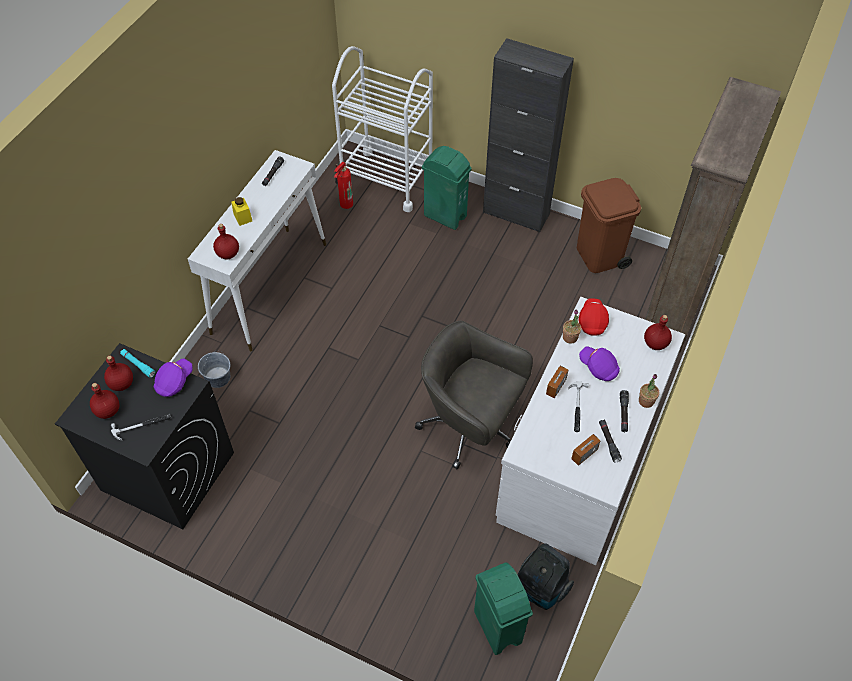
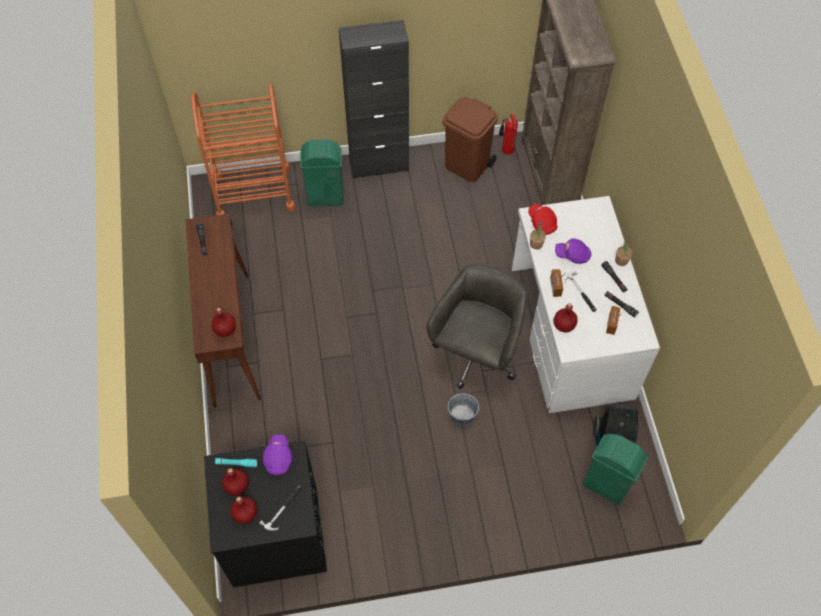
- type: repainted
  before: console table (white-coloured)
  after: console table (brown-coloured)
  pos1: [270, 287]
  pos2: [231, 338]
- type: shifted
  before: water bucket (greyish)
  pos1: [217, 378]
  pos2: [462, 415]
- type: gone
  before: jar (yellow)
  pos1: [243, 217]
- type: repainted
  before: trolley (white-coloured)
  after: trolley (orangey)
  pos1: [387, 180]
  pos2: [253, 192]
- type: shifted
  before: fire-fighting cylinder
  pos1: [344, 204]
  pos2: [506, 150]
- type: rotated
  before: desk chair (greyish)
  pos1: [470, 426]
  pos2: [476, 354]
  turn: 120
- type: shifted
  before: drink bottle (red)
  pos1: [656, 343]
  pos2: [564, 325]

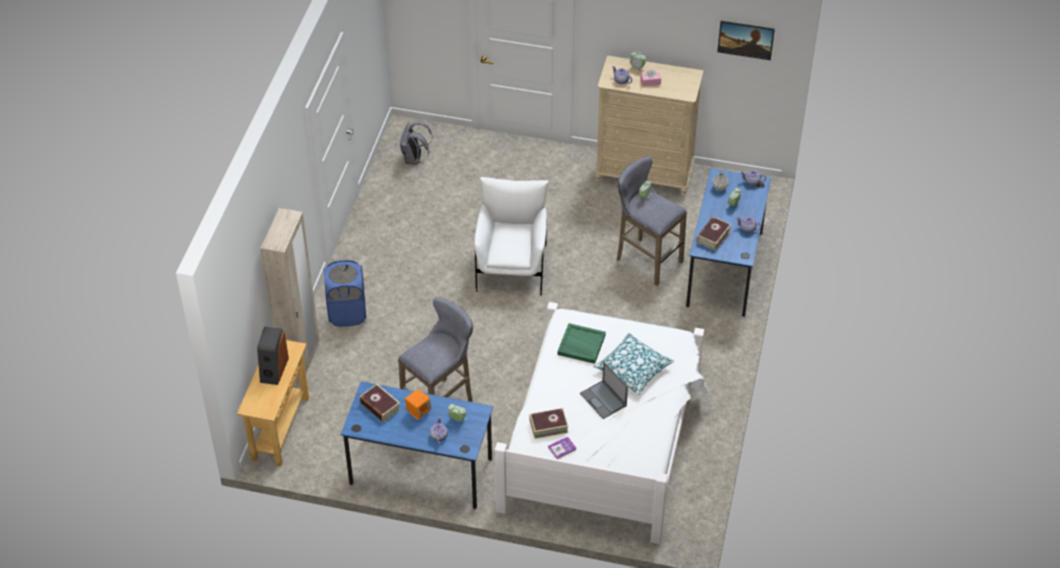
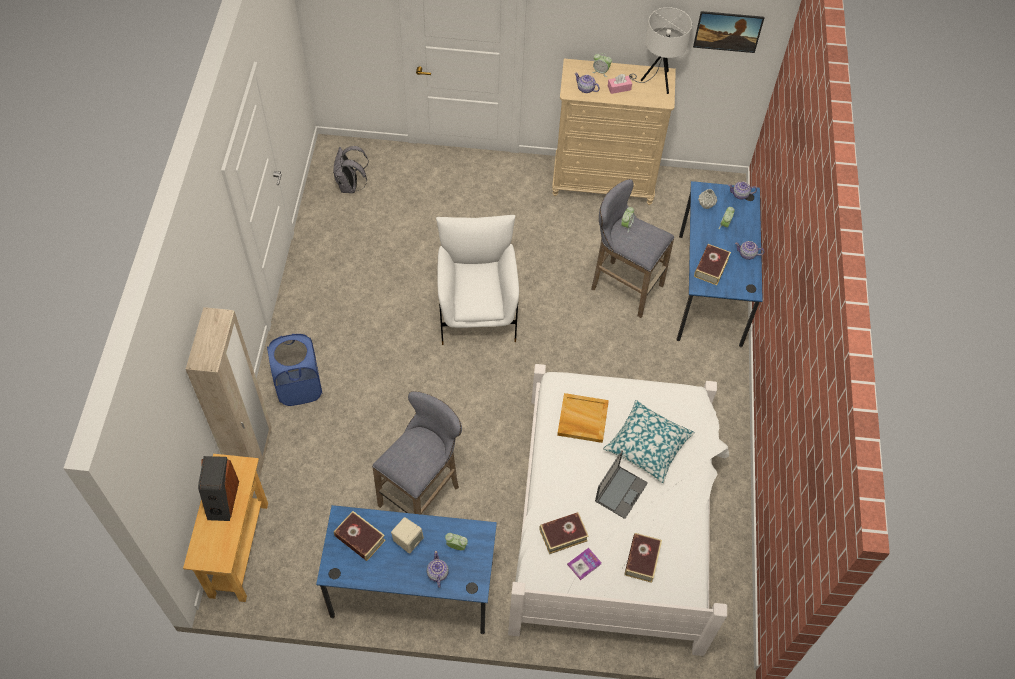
- type: repainted
  before: loudspeaker (orangey)
  after: loudspeaker (beige)
  pos1: [418, 411]
  pos2: [408, 541]
- type: repainted
  before: carrying tray (greenish)
  after: carrying tray (beige)
  pos1: [581, 345]
  pos2: [582, 419]
- type: rotated
  before: notebook computer
  pos1: [603, 400]
  pos2: [621, 491]
  turn: -105
- type: new
  after: volume
  pos2: [642, 560]
- type: new
  after: tabletop lamp (white-coloured)
  pos2: [656, 82]

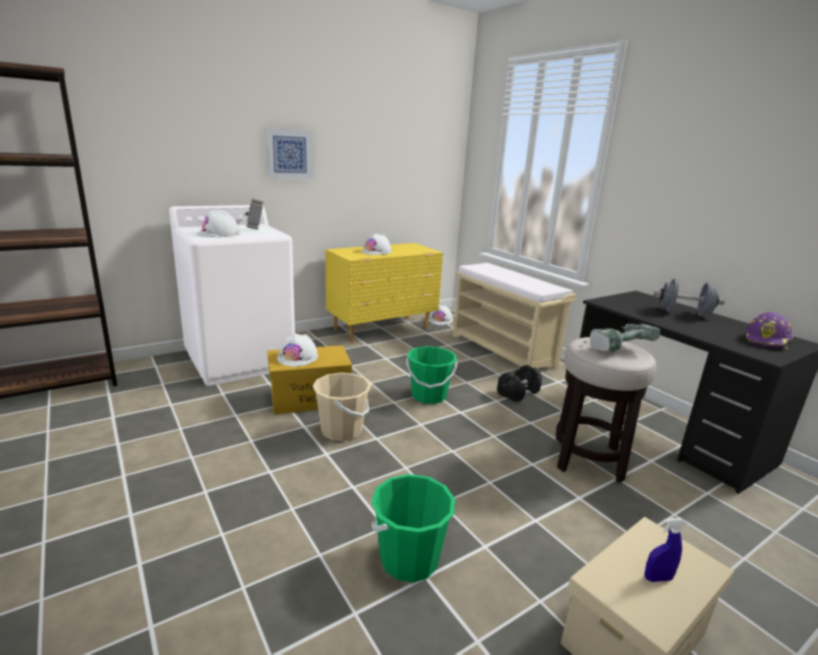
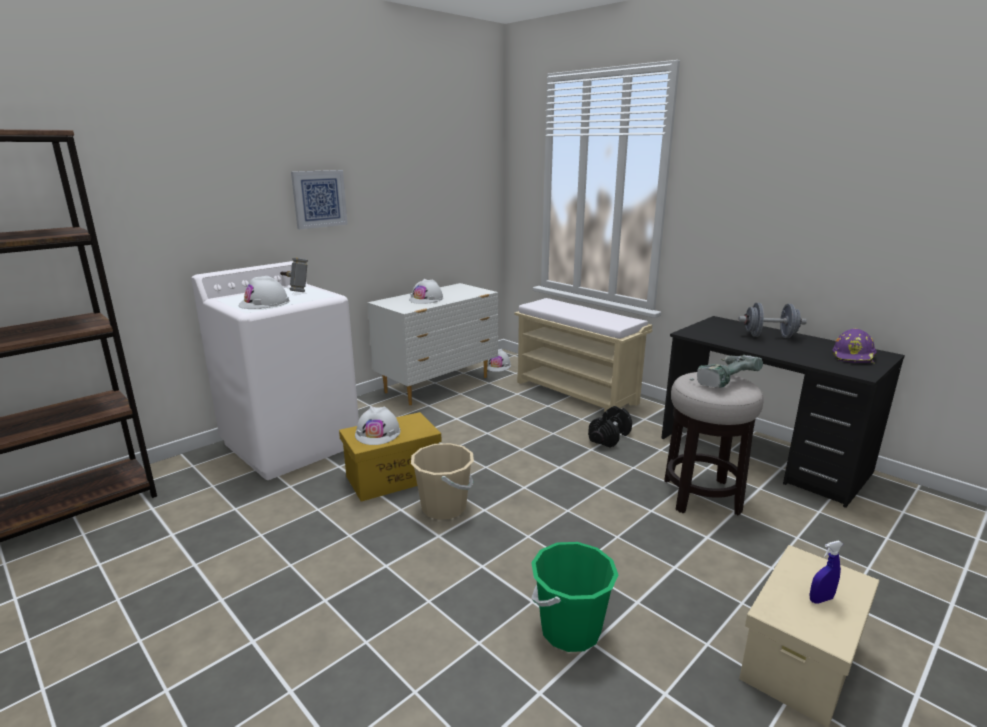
- type: repainted
  before: dresser (yellow)
  after: dresser (white-coloured)
  pos1: [383, 329]
  pos2: [439, 385]
- type: gone
  before: water bucket (greenish)
  pos1: [429, 396]

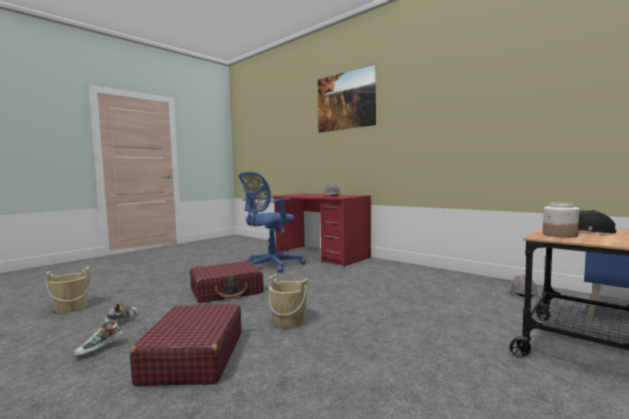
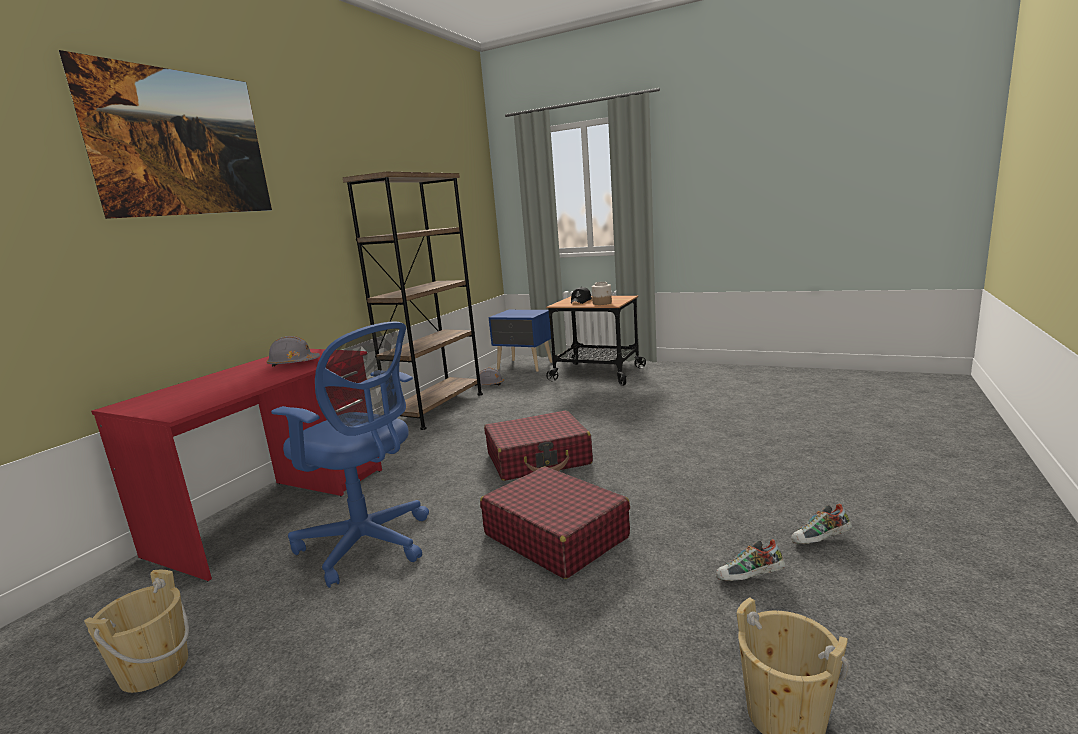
- type: rotated
  before: item of footwear
  pos1: [100, 350]
  pos2: [820, 541]
  turn: 150
- type: shifted
  before: travel case (red)
  pos1: [193, 357]
  pos2: [539, 459]
- type: shifted
  before: water bucket (beige)
  pos1: [289, 321]
  pos2: [154, 668]
- type: new
  after: bookshelf (brown-coloured)
  pos2: [437, 408]

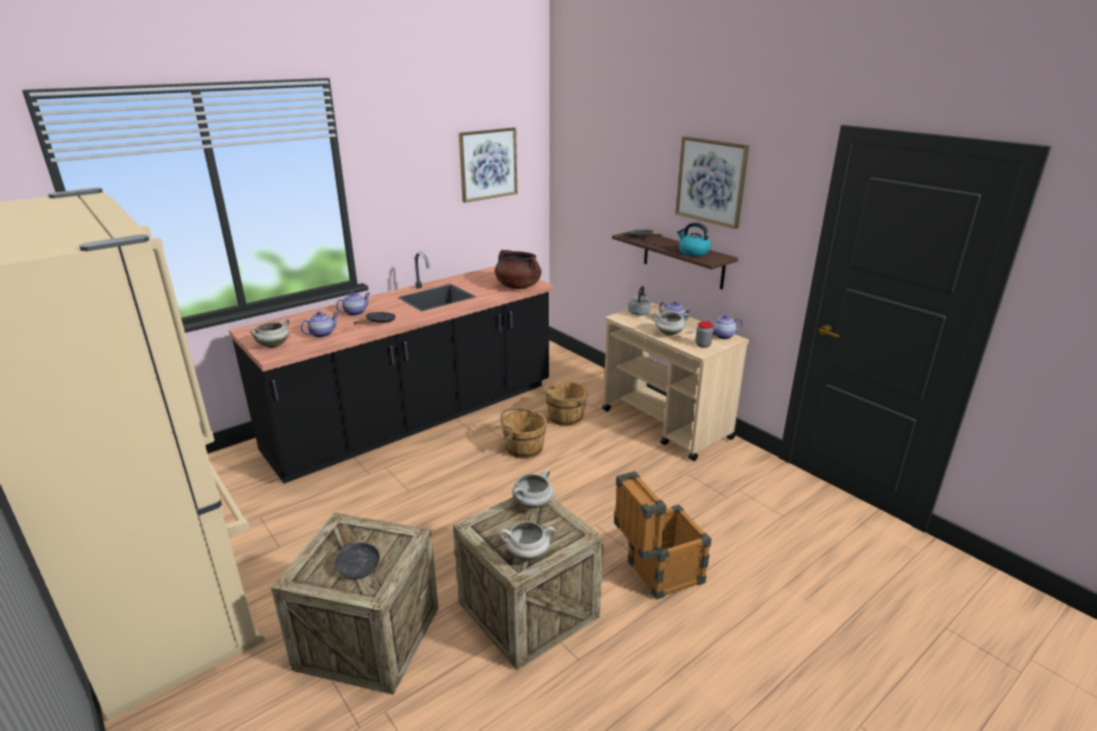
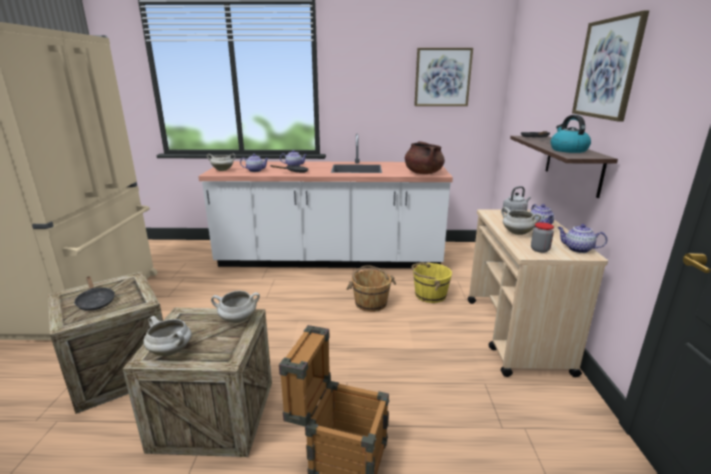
- type: repainted
  before: counter (blackish)
  after: counter (white-coloured)
  pos1: [415, 418]
  pos2: [330, 259]
- type: rotated
  before: pan (blackish)
  pos1: [356, 563]
  pos2: [95, 302]
  turn: -45
- type: repainted
  before: water bucket (brown-coloured)
  after: water bucket (yellow)
  pos1: [565, 417]
  pos2: [429, 295]

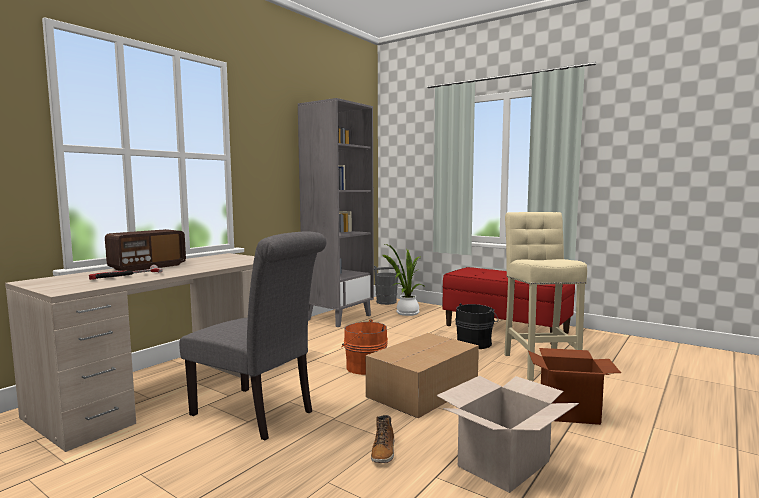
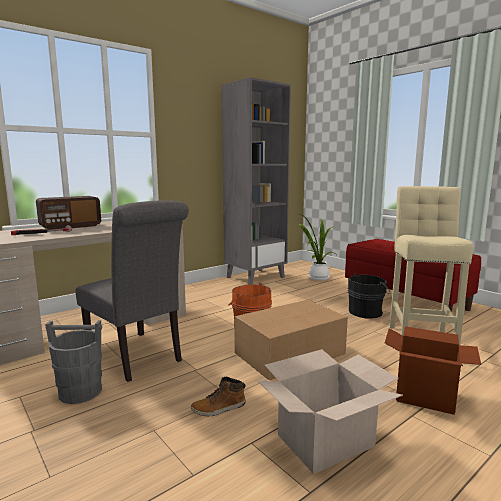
- type: rotated
  before: boot
  pos1: [383, 451]
  pos2: [219, 408]
  turn: 45
- type: shifted
  before: water bucket (greyish)
  pos1: [386, 302]
  pos2: [81, 392]

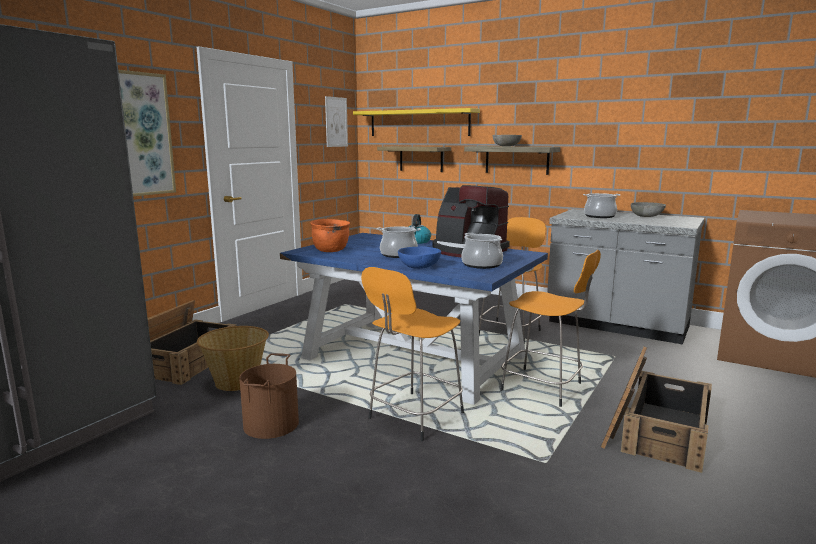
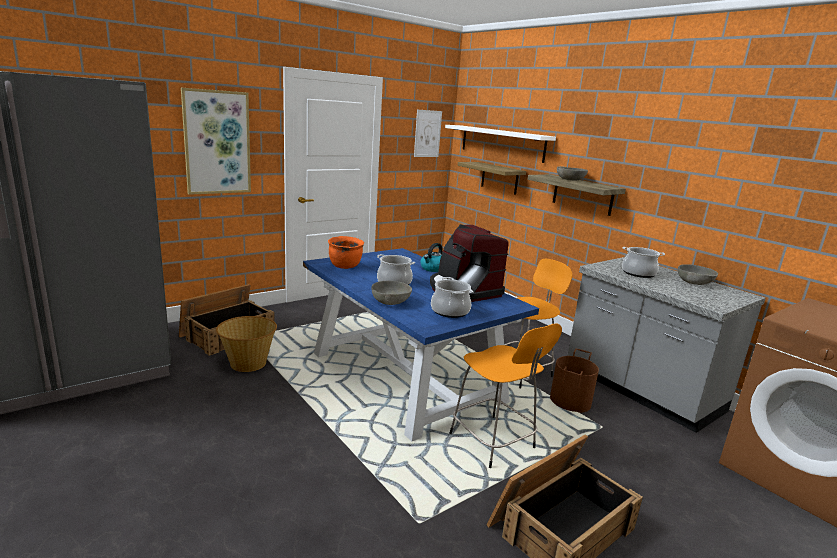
- type: shifted
  before: water bucket (brown-coloured)
  pos1: [272, 424]
  pos2: [571, 401]
- type: repainted
  before: shelf (yellow)
  after: shelf (white-coloured)
  pos1: [418, 123]
  pos2: [501, 143]
- type: gone
  before: stool seat (orangey)
  pos1: [414, 417]
- type: repainted
  before: bowl (bluish)
  after: bowl (greyish)
  pos1: [419, 266]
  pos2: [391, 301]

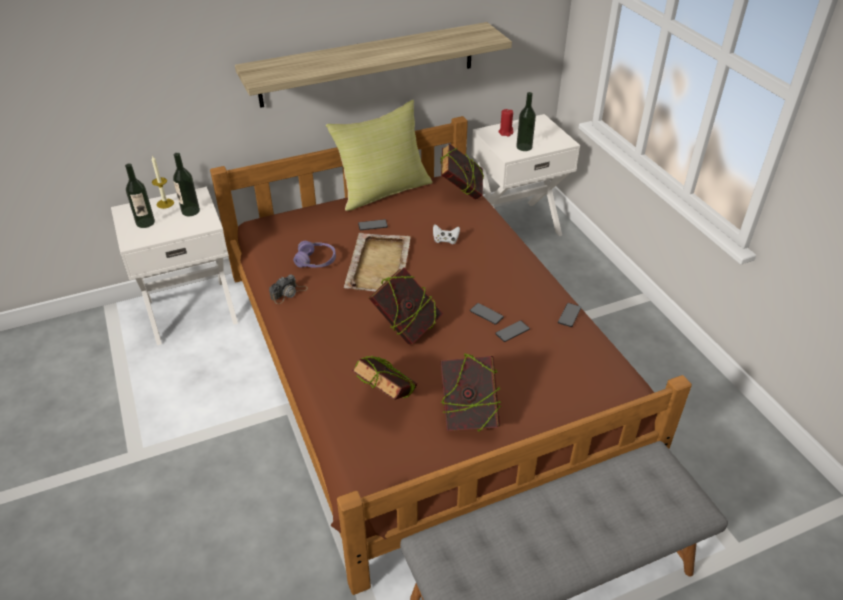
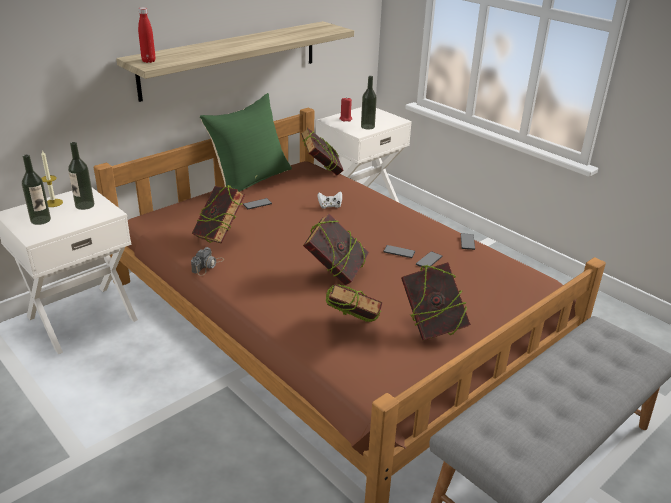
- type: swapped
  before: headphones (purple)
  after: volume
  pos1: [316, 261]
  pos2: [219, 237]
- type: repainted
  before: pillow (yellow)
  after: pillow (greenish)
  pos1: [383, 191]
  pos2: [250, 179]
- type: gone
  before: carrying tray (beige)
  pos1: [379, 265]
- type: new
  after: drink bottle (red)
  pos2: [148, 61]

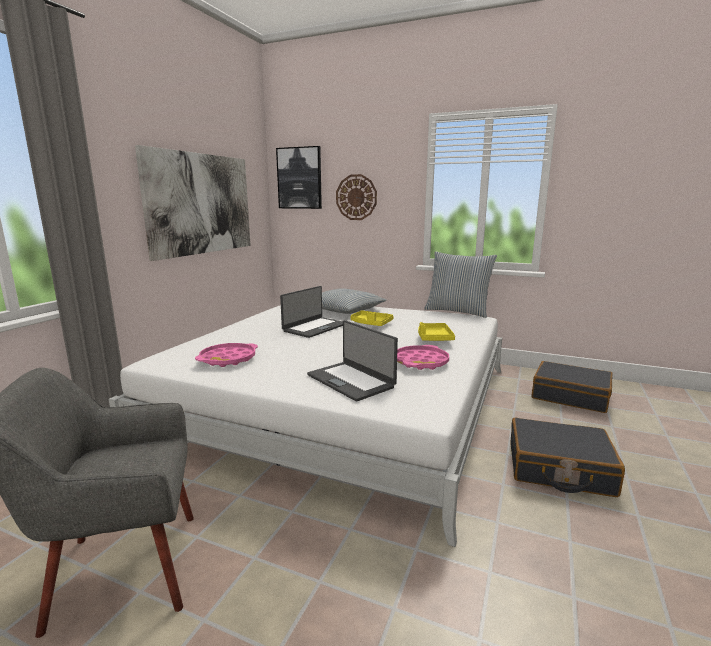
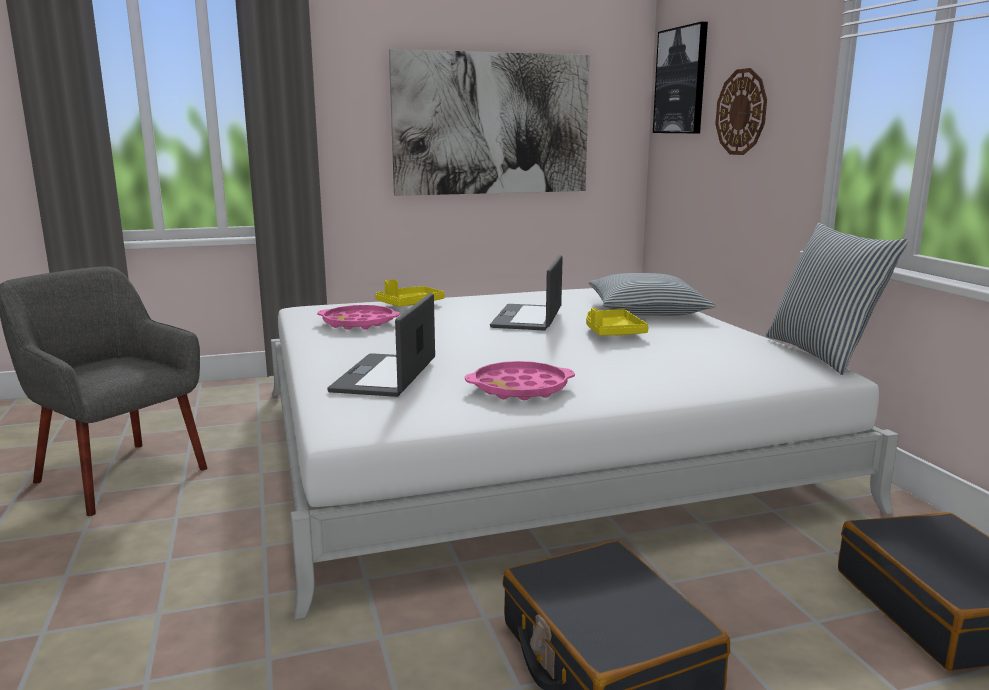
- type: rotated
  before: notebook computer
  pos1: [314, 327]
  pos2: [528, 318]
  turn: 105
- type: shifted
  before: carrying tray (yellow)
  pos1: [434, 338]
  pos2: [409, 304]

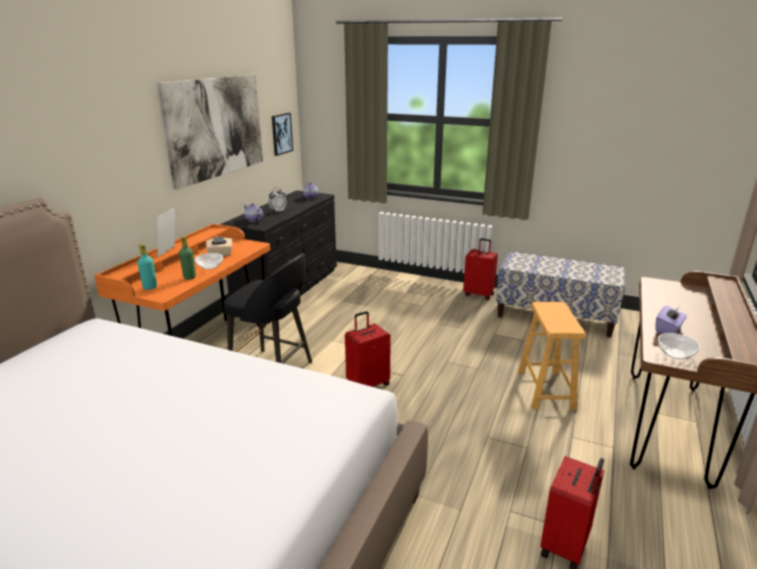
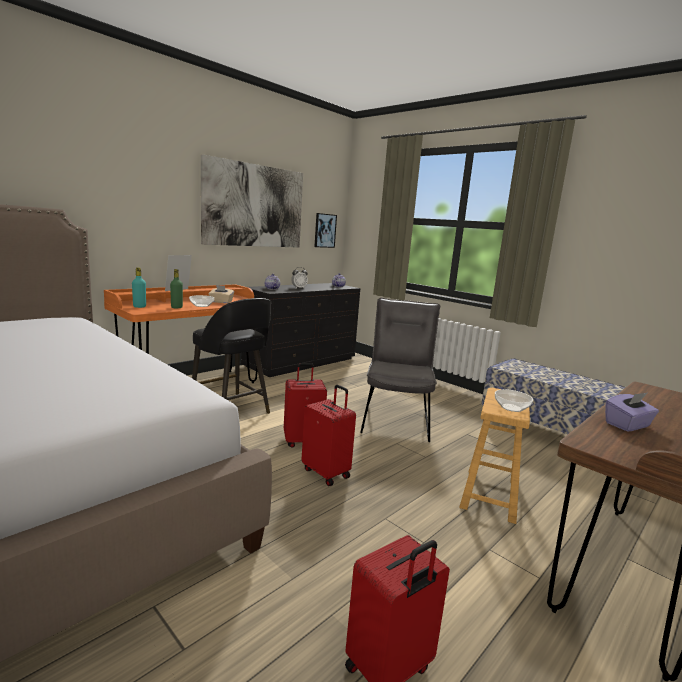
- type: shifted
  before: travel case (red)
  pos1: [479, 294]
  pos2: [327, 473]
- type: shifted
  before: bowl
  pos1: [675, 354]
  pos2: [511, 408]
- type: new
  after: chair (greyish)
  pos2: [396, 420]

